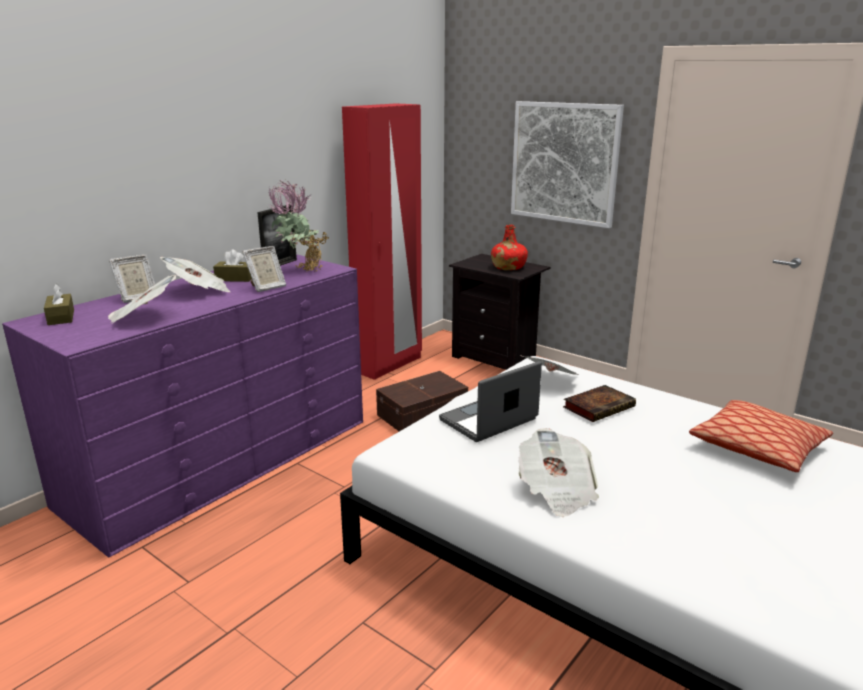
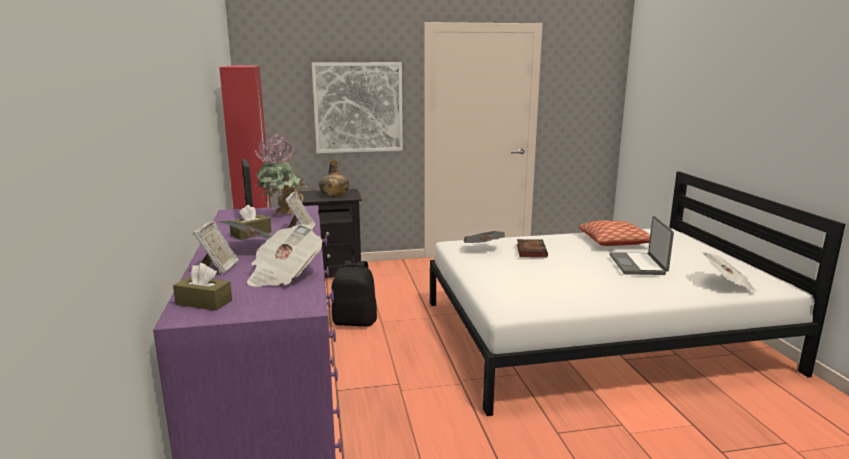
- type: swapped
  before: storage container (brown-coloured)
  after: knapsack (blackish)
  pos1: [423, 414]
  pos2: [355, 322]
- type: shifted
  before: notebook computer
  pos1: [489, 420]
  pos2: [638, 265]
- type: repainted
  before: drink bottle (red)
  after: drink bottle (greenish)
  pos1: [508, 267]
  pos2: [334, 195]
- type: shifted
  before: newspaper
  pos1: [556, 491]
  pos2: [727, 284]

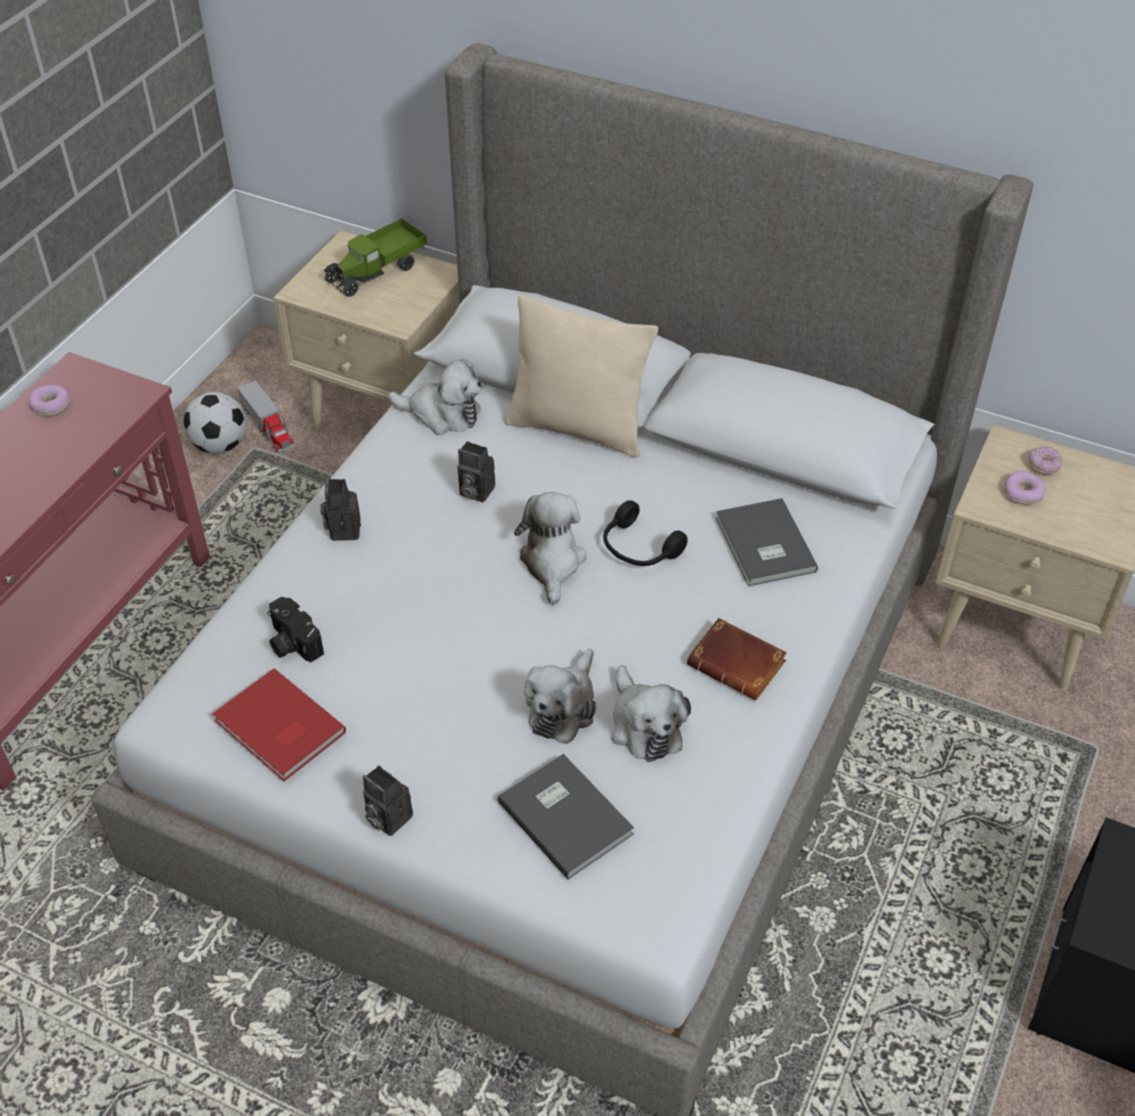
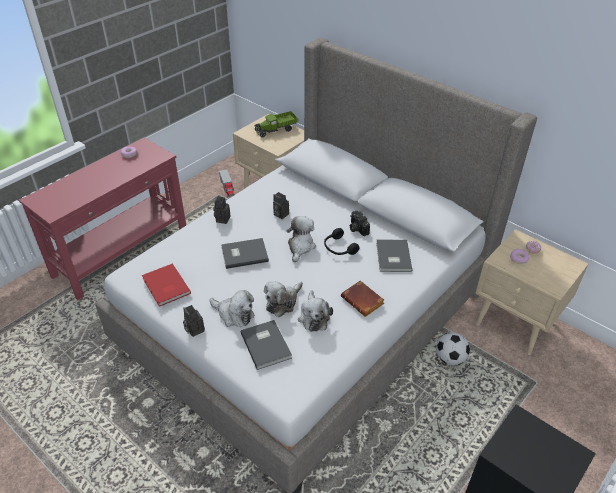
- type: shifted
  before: ball for football
  pos1: [219, 445]
  pos2: [450, 359]
- type: shifted
  before: photo camera
  pos1: [291, 642]
  pos2: [357, 228]
- type: shifted
  before: soft toy
  pos1: [442, 414]
  pos2: [234, 314]
- type: gone
  before: pillow (beige)
  pos1: [577, 428]
- type: new
  after: volume (greyish)
  pos2: [243, 254]

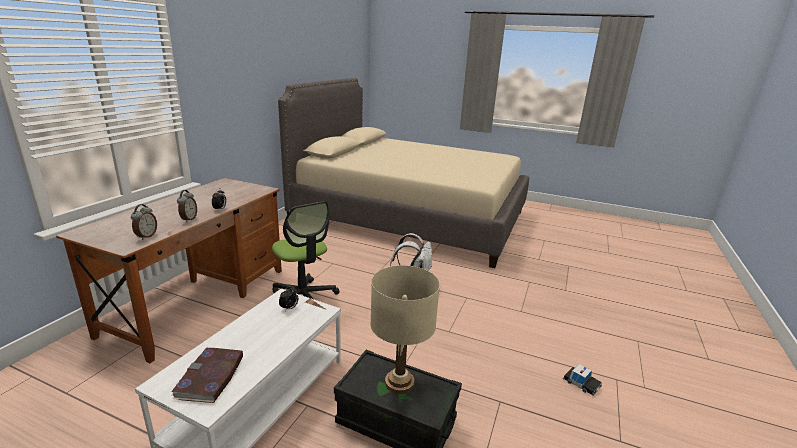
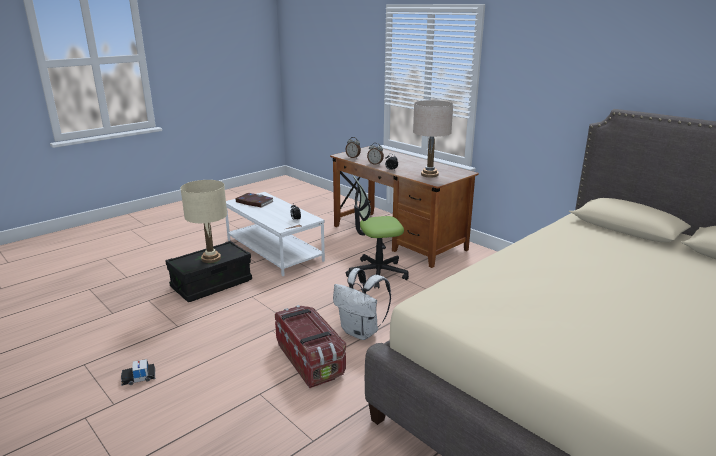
- type: new
  after: storage container
  pos2: [310, 359]
- type: new
  after: tabletop lamp (beige)
  pos2: [429, 174]

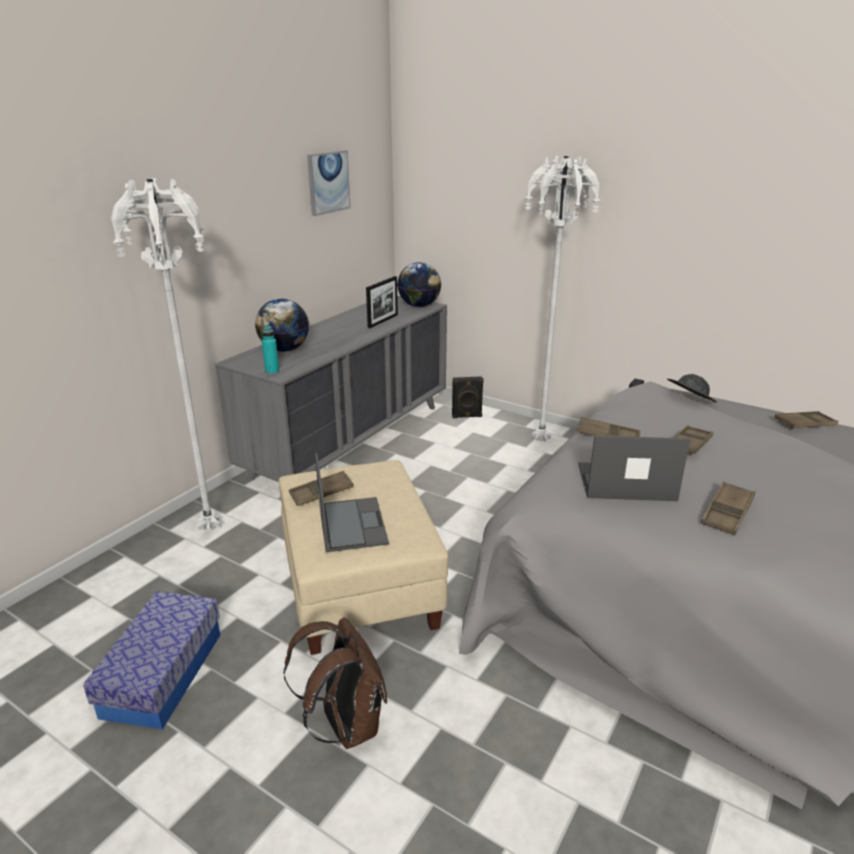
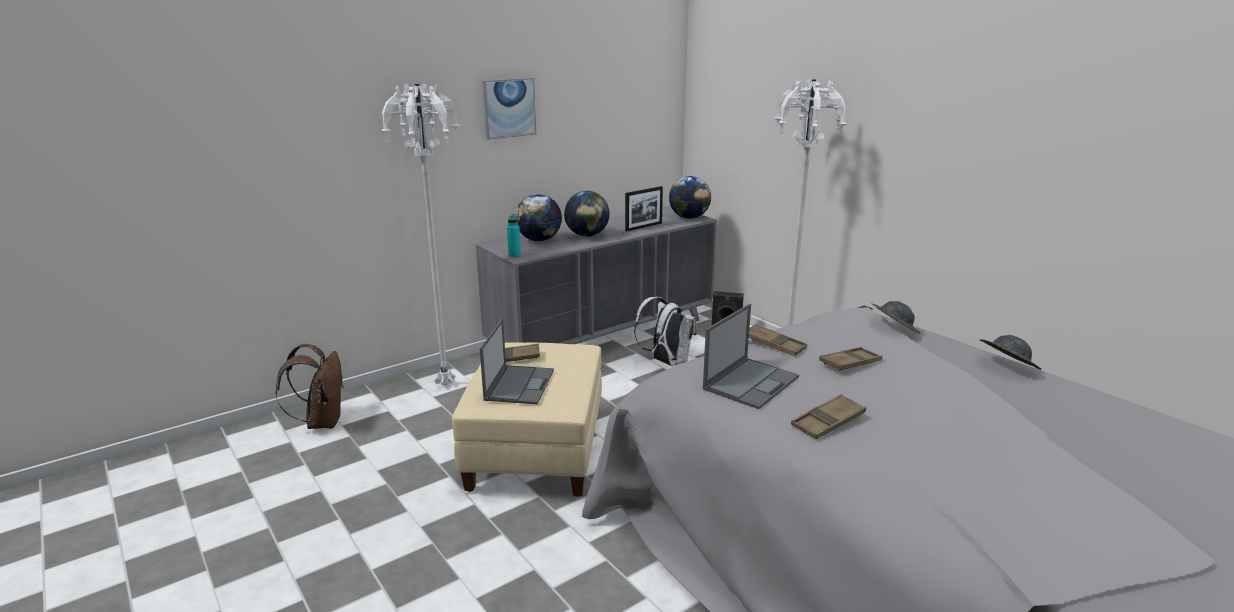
- type: gone
  before: storage container
  pos1: [163, 674]
- type: shifted
  before: knapsack (brown-coloured)
  pos1: [345, 725]
  pos2: [322, 422]
- type: shifted
  before: picture
  pos1: [328, 182]
  pos2: [509, 108]
- type: rotated
  before: notebook computer
  pos1: [624, 482]
  pos2: [751, 382]
  turn: 105
- type: swapped
  before: carrying tray (brown-coloured)
  after: hat (greyish)
  pos1: [804, 424]
  pos2: [1006, 367]
- type: new
  after: desk globe
  pos2: [587, 235]
- type: new
  after: knapsack (white-coloured)
  pos2: [666, 362]

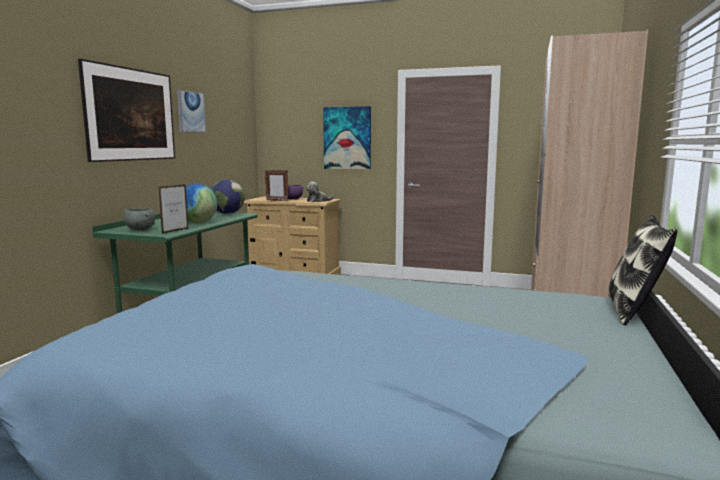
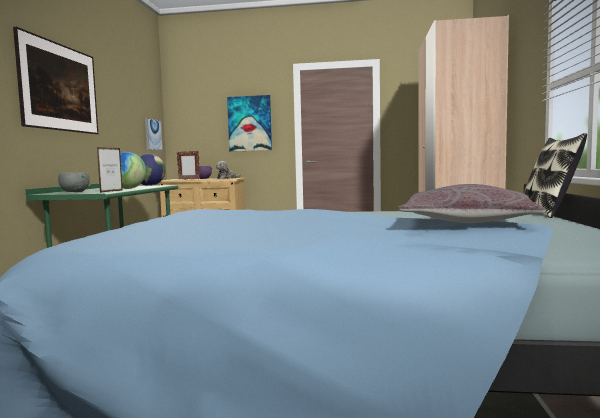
- type: shifted
  before: picture
  pos1: [190, 112]
  pos2: [153, 134]
- type: new
  after: pillow (greyish)
  pos2: [467, 222]

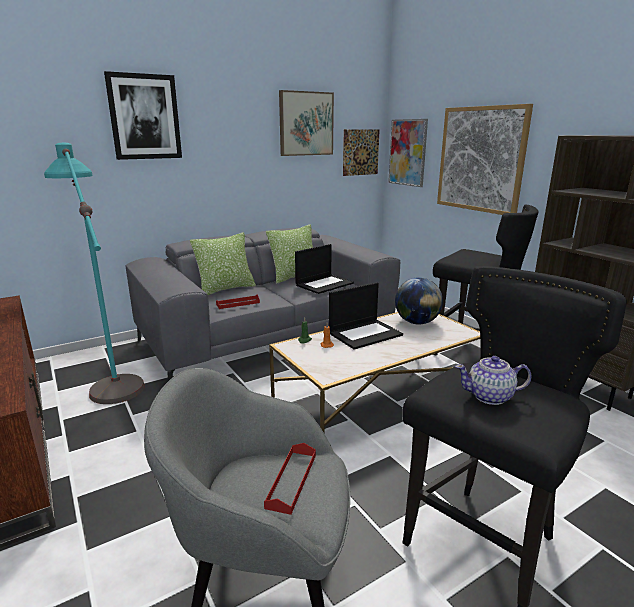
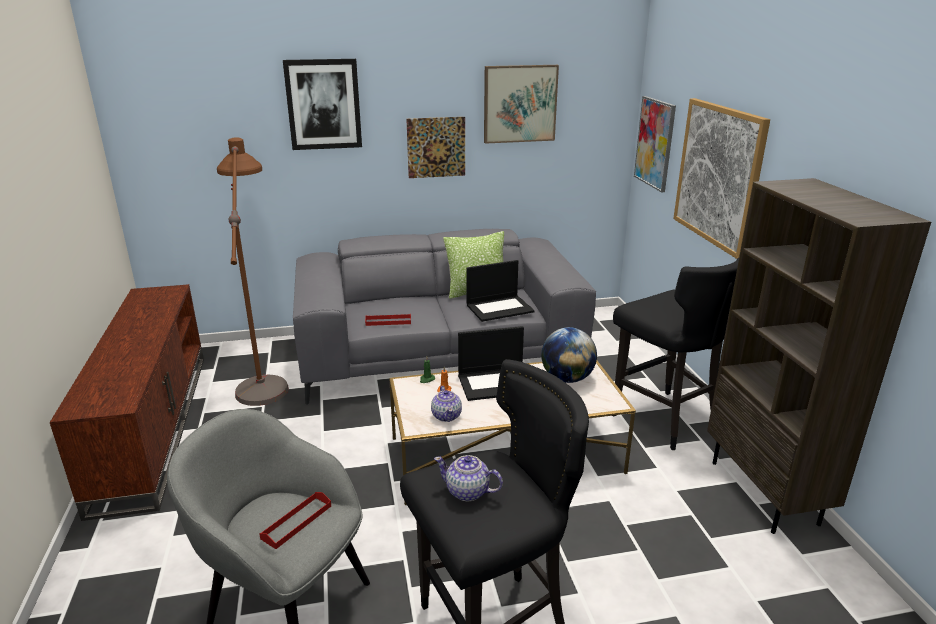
- type: repainted
  before: floor lamp (blue-green)
  after: floor lamp (brown-coloured)
  pos1: [110, 374]
  pos2: [264, 373]
- type: gone
  before: pillow
  pos1: [226, 289]
- type: shifted
  before: picture
  pos1: [361, 152]
  pos2: [436, 147]
- type: new
  after: teapot
  pos2: [446, 416]

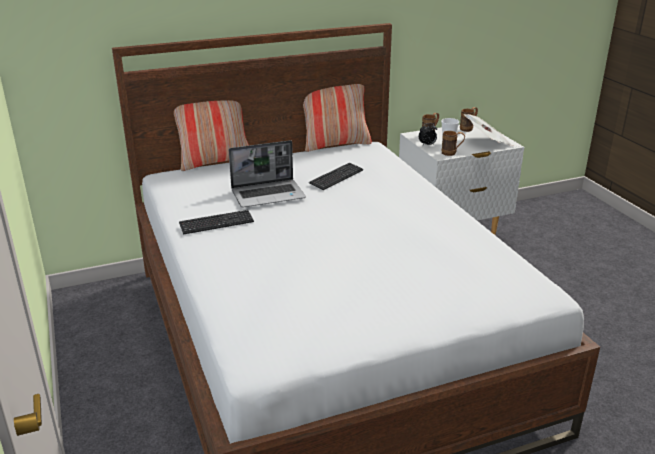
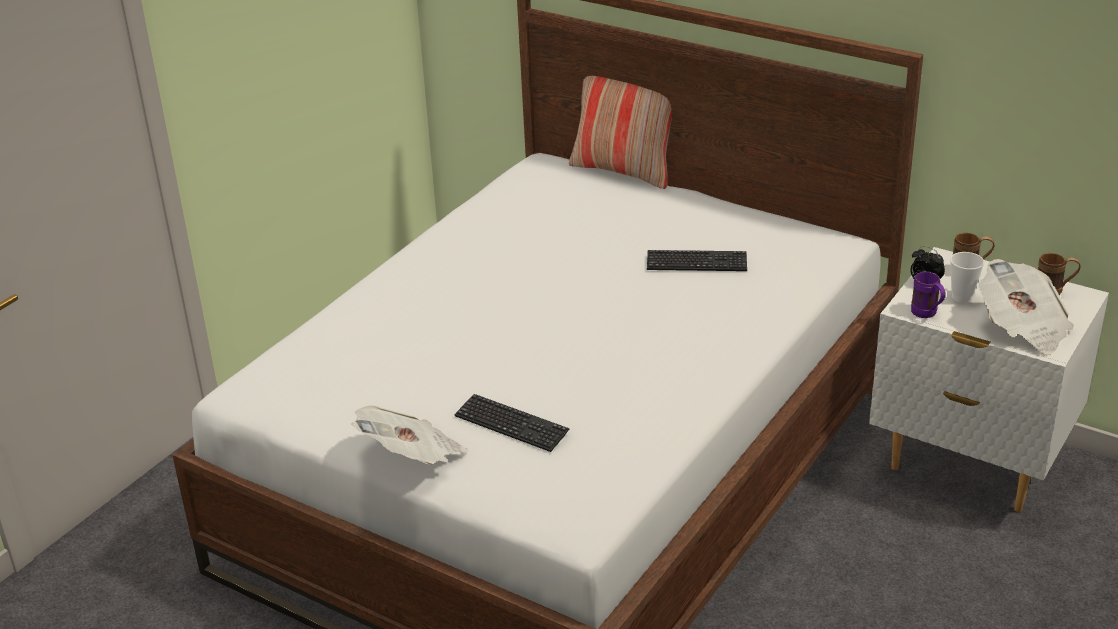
- type: shifted
  before: computer keyboard
  pos1: [216, 223]
  pos2: [511, 425]
- type: gone
  before: notebook computer
  pos1: [269, 194]
- type: gone
  before: pillow
  pos1: [335, 144]
- type: repainted
  before: coffee mug (brown-coloured)
  after: coffee mug (purple)
  pos1: [452, 153]
  pos2: [927, 314]
- type: new
  after: newspaper
  pos2: [413, 458]

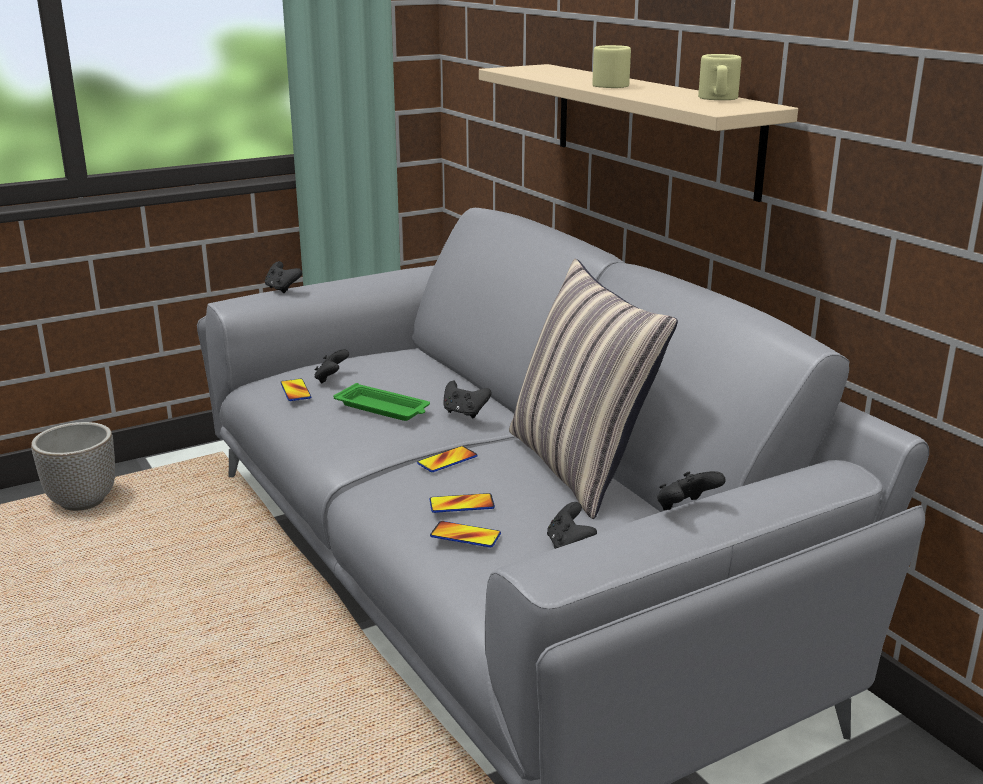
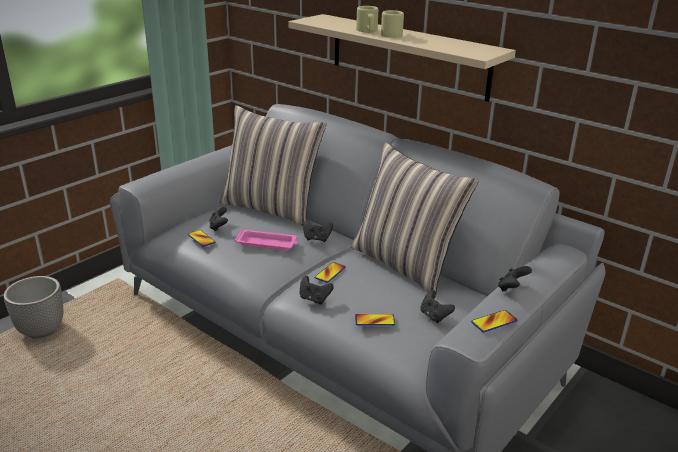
- type: shifted
  before: game controller (blackish)
  pos1: [282, 289]
  pos2: [314, 299]
- type: repainted
  before: carrying tray (greenish)
  after: carrying tray (pinkish)
  pos1: [383, 408]
  pos2: [267, 243]
- type: shifted
  before: handset
  pos1: [462, 504]
  pos2: [494, 322]
- type: shifted
  before: coffee mug (beige)
  pos1: [718, 99]
  pos2: [367, 31]
- type: new
  after: pillow
  pos2: [271, 208]

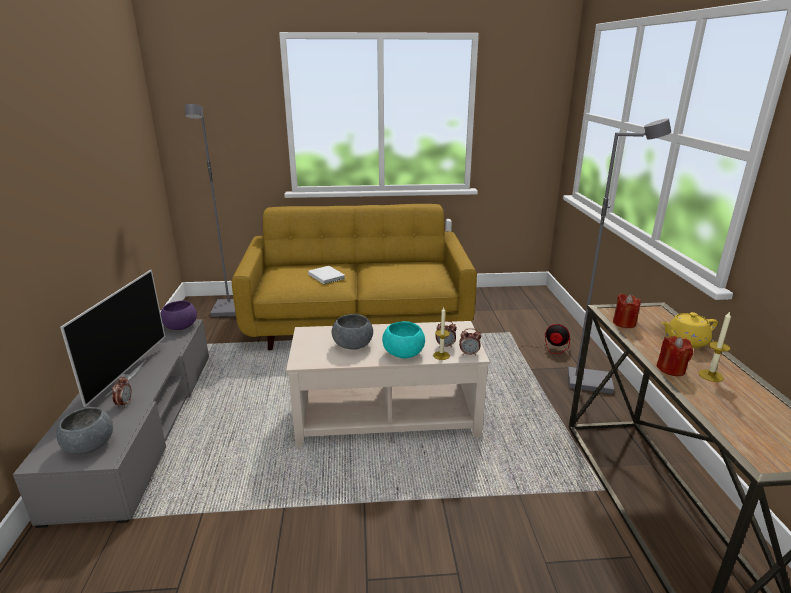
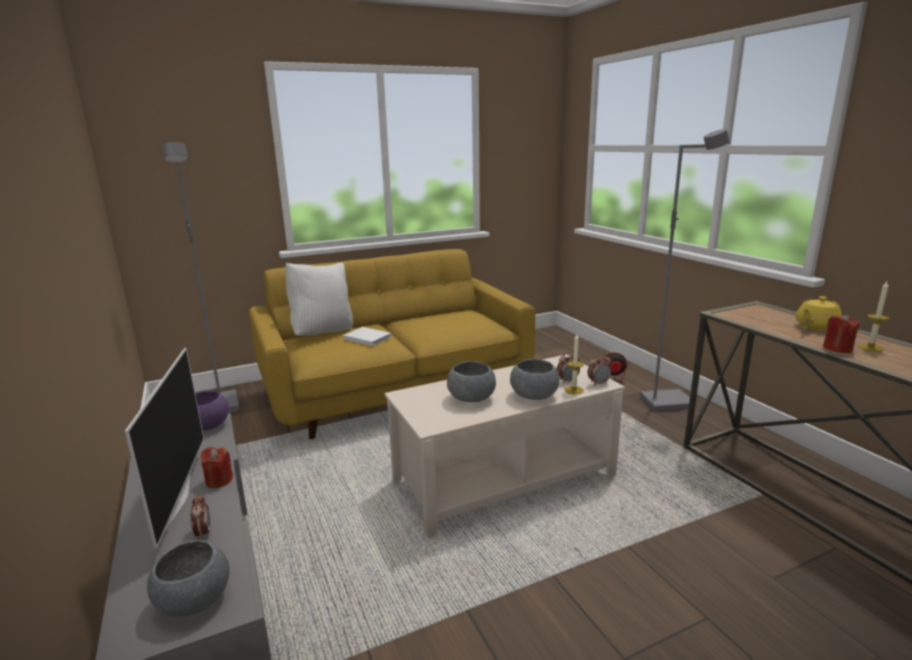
- type: repainted
  before: bowl (blue-green)
  after: bowl (greyish)
  pos1: [403, 354]
  pos2: [534, 396]
- type: shifted
  before: candle (red)
  pos1: [624, 323]
  pos2: [219, 480]
- type: new
  after: pillow (white-coloured)
  pos2: [323, 333]

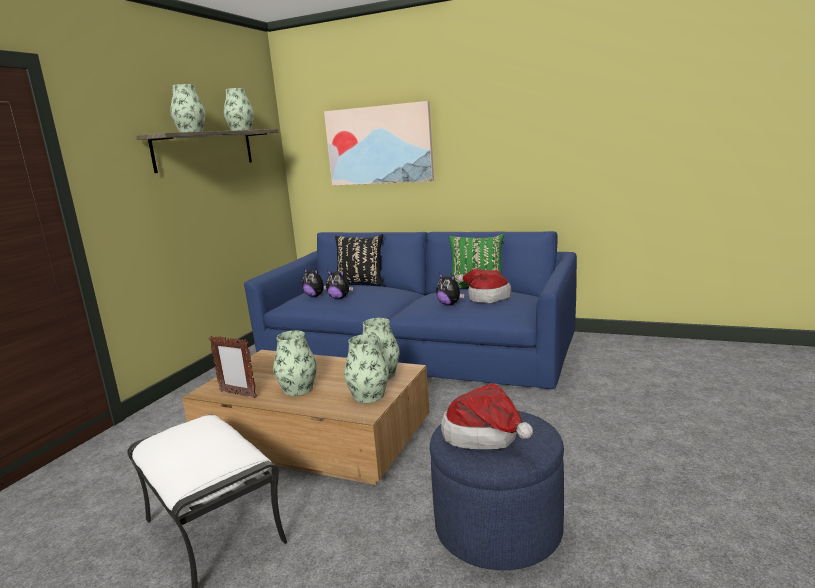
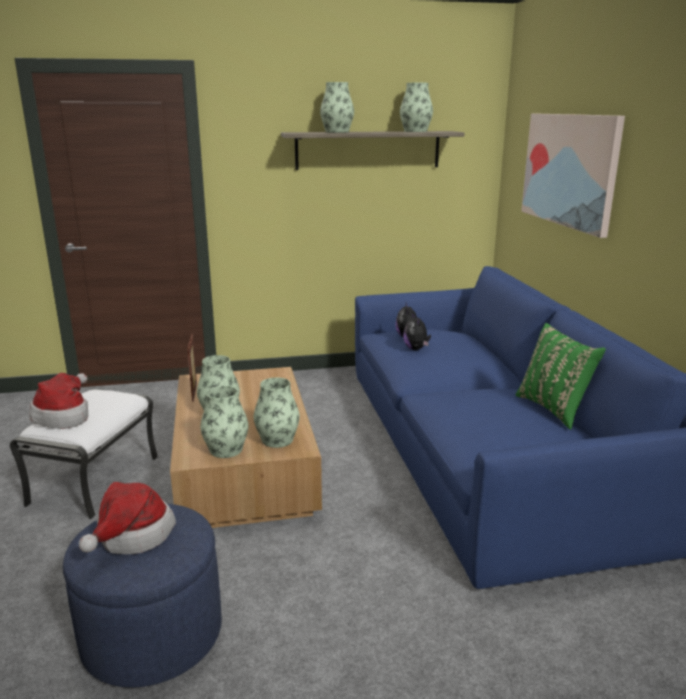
- type: gone
  before: pillow (blackish)
  pos1: [361, 283]
- type: gone
  before: soft toy
  pos1: [450, 304]
- type: shifted
  before: hat
  pos1: [486, 297]
  pos2: [64, 415]

